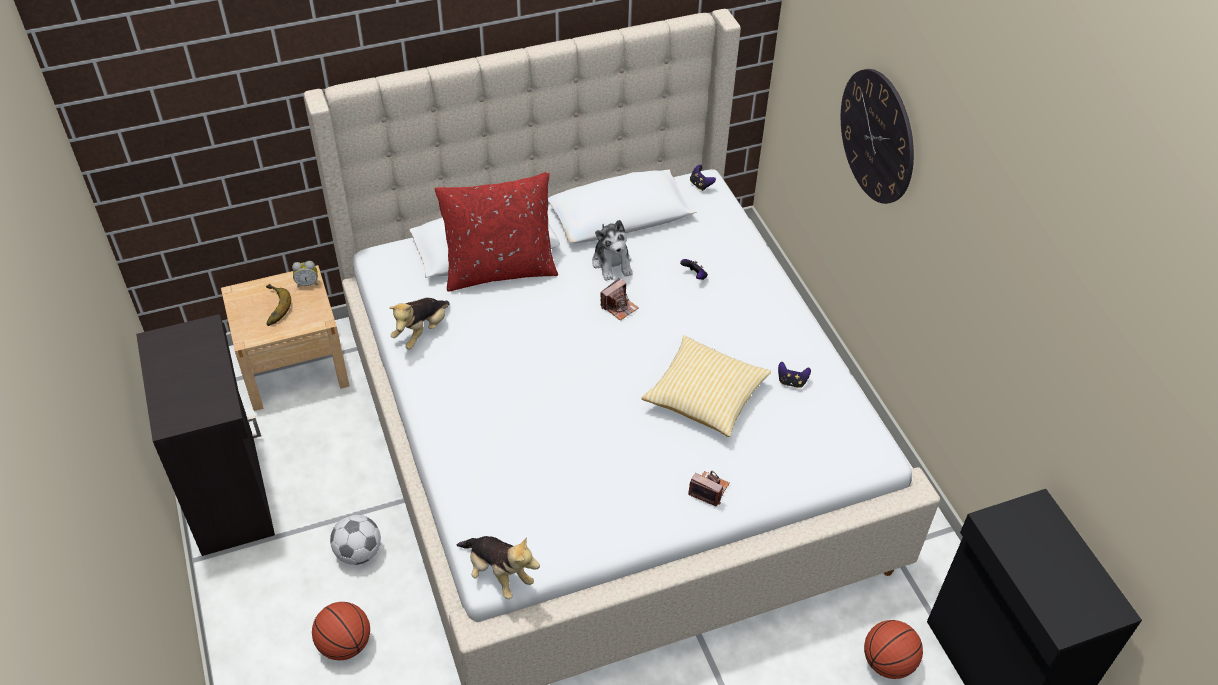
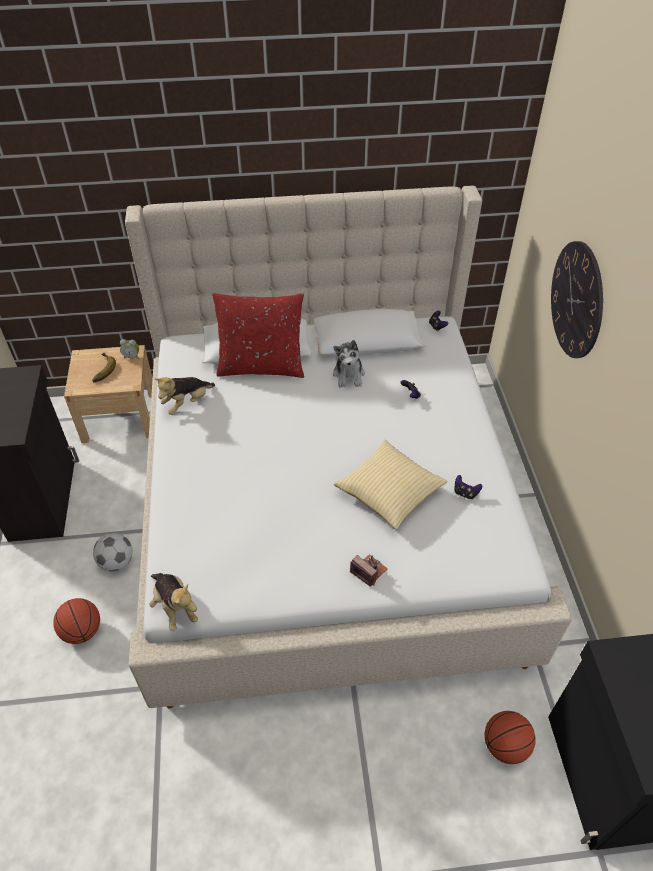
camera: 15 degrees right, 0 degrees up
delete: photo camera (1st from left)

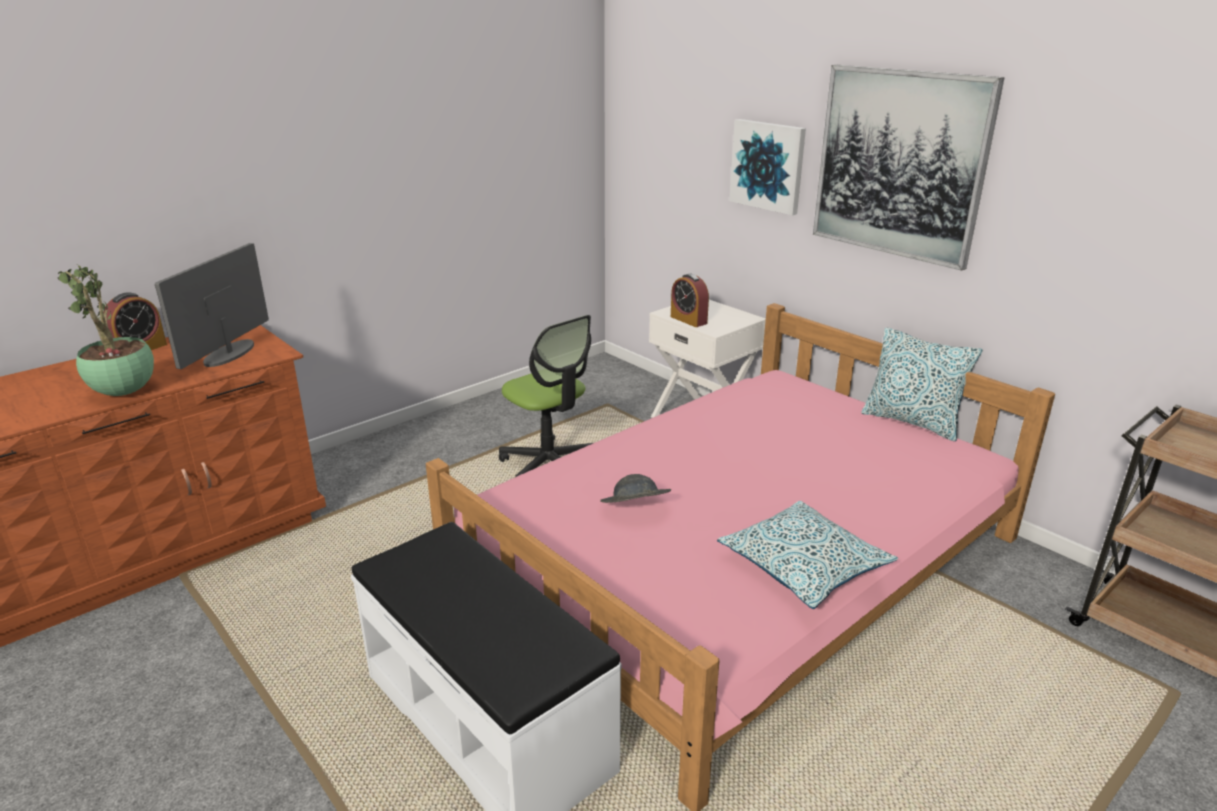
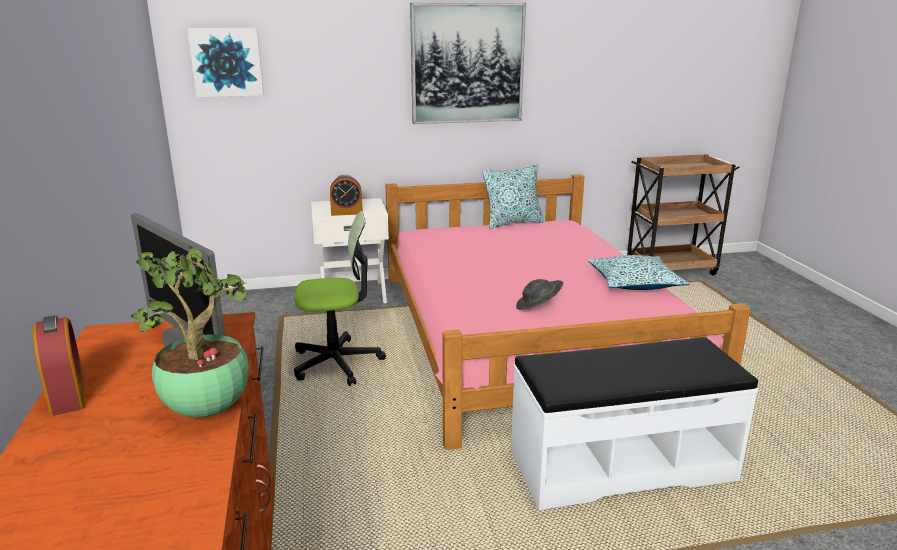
camera: 60 degrees left, 5 degrees down
move: picture (1st from left)

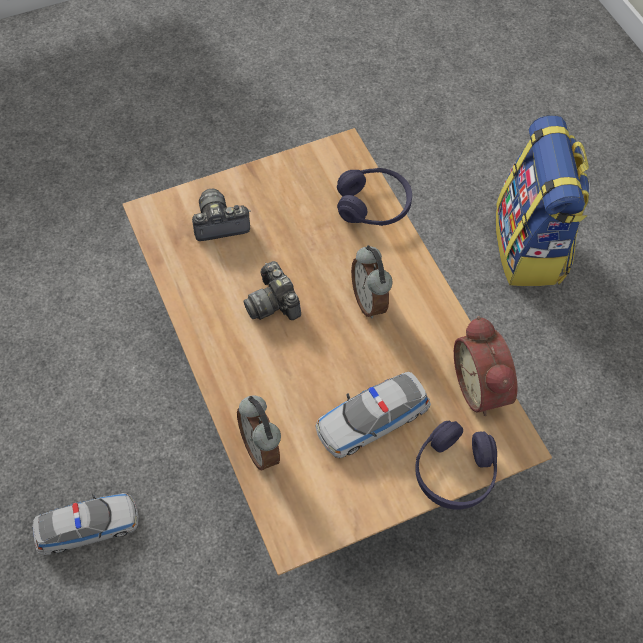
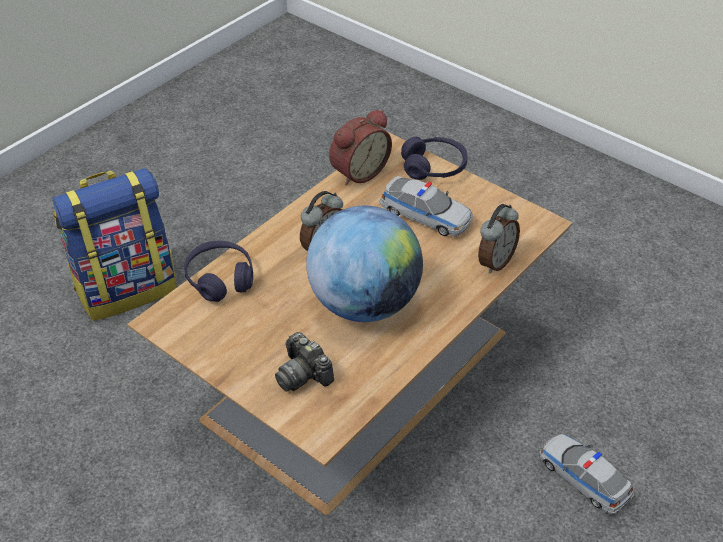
camera: 115 degrees left, 15 degrees down
replace: photo camera (2nd from left) to globe

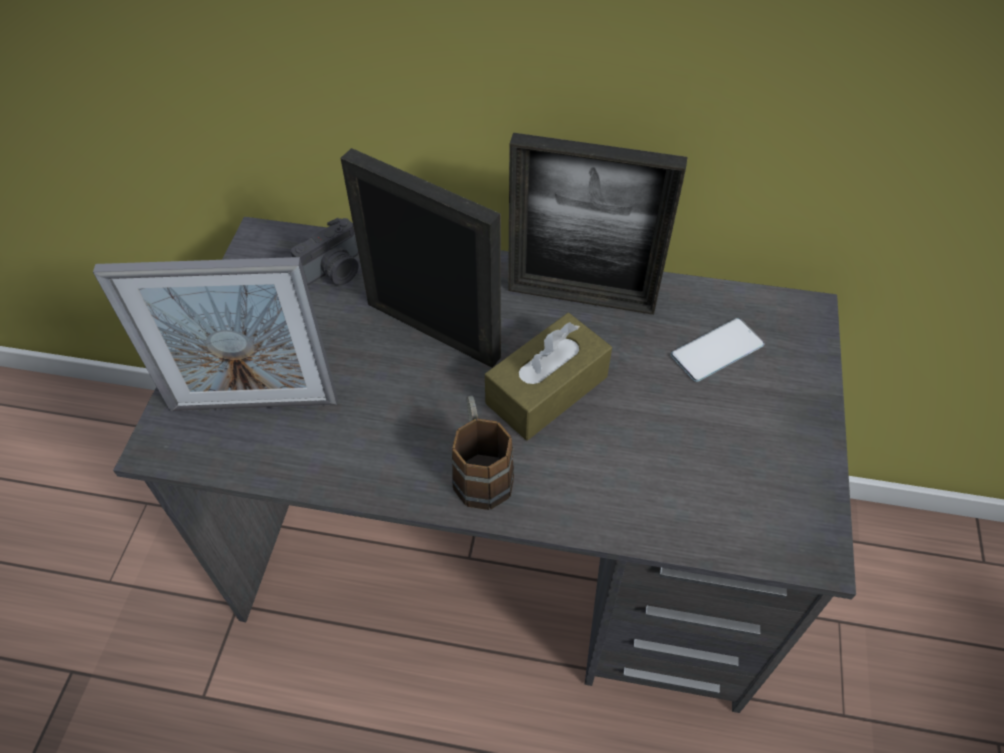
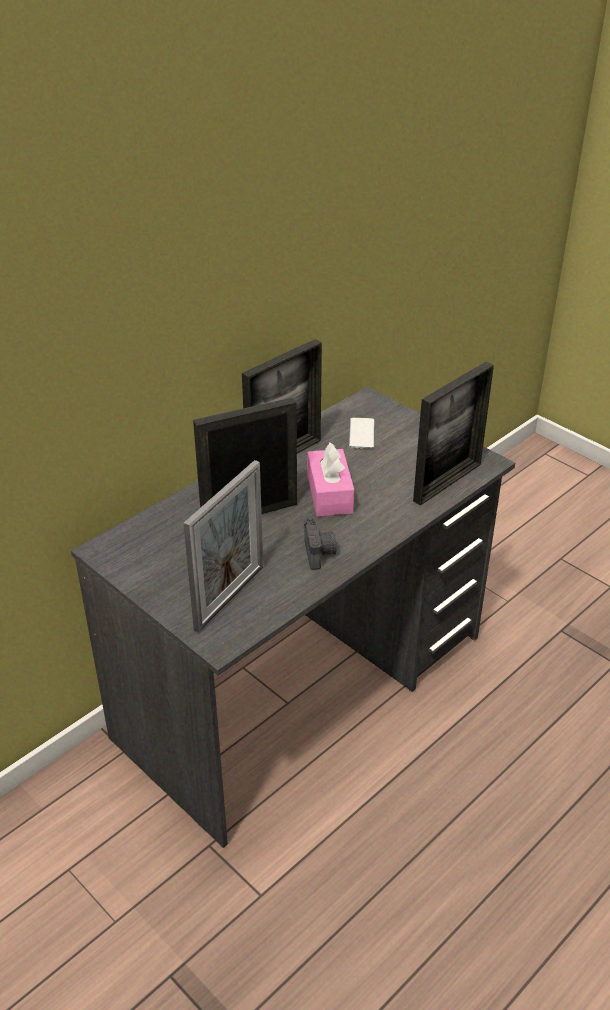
camera: 55 degrees left, 15 degrees down
delete: mug in brown
insert: picture frame (4th from left)
move: photo camera
recolor: tissue box in brown to tissue box in pink

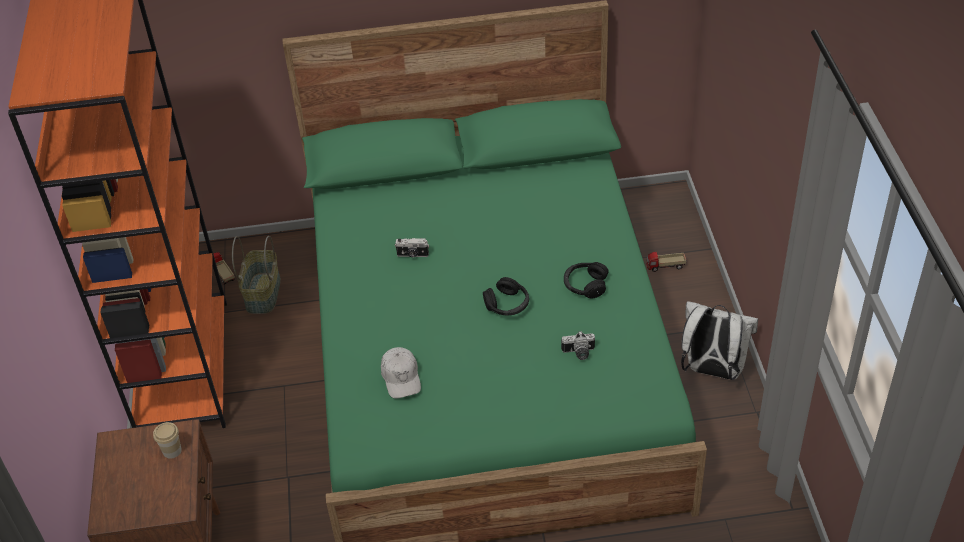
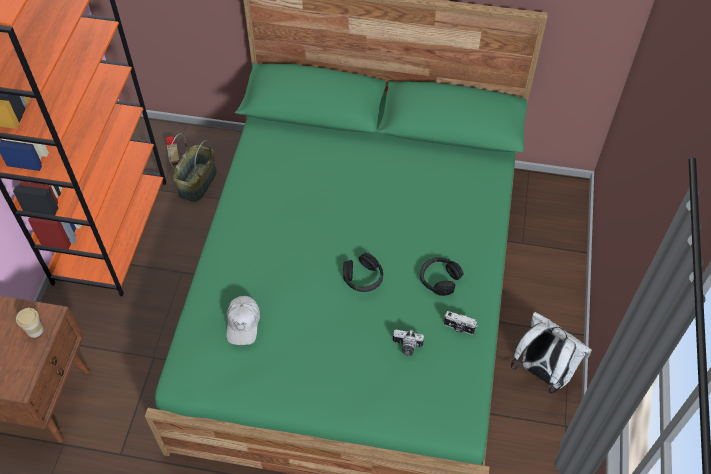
camera: 15 degrees right, 10 degrees up
delete: toy truck (2nd from left)
move: photo camera (1st from left in the first image) to photo camera (2nd from left)

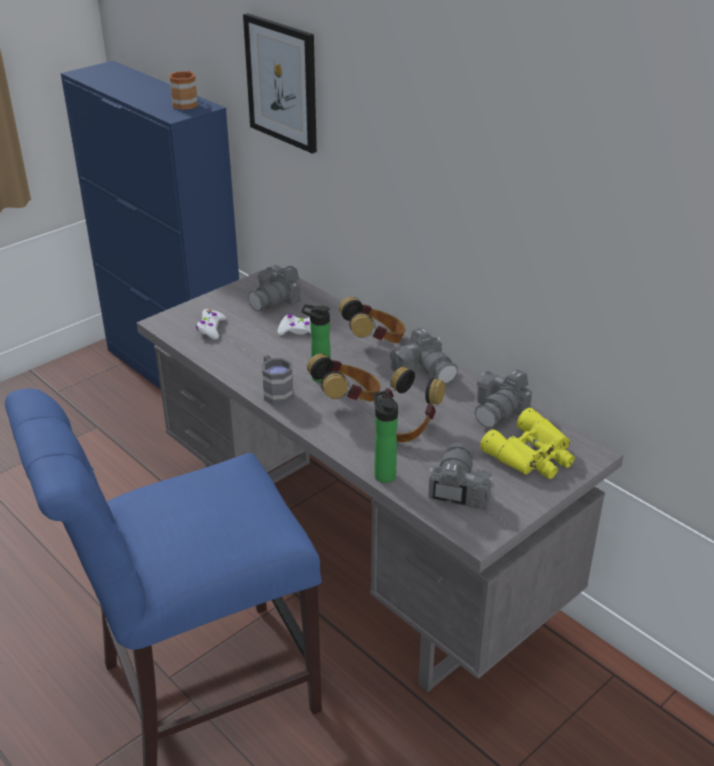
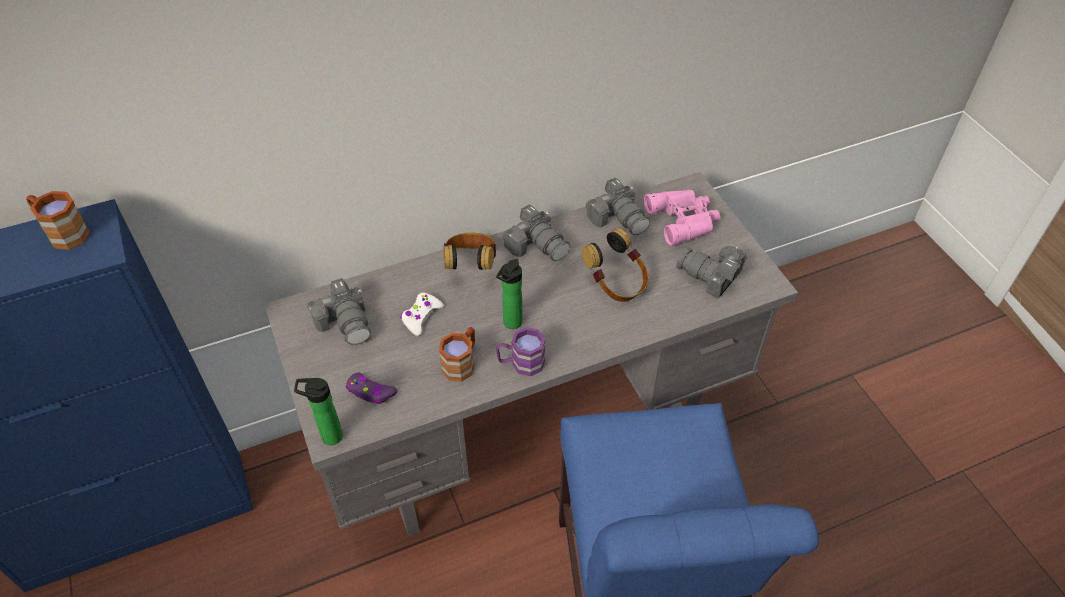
camera: 70 degrees left, 15 degrees up
delete: picture; headphones (1st from left)
insert: mug in brown (2nd from left)
move: bottle (2nd from left in the first image) to bottle (1st from left)
recolor: game controller in white (1st from left) to game controller in purple; mug in grey to mug in purple; binoculars in yellow to binoculars in pink
rotate: photo camera (2nd from left) 60 degrees clockwise

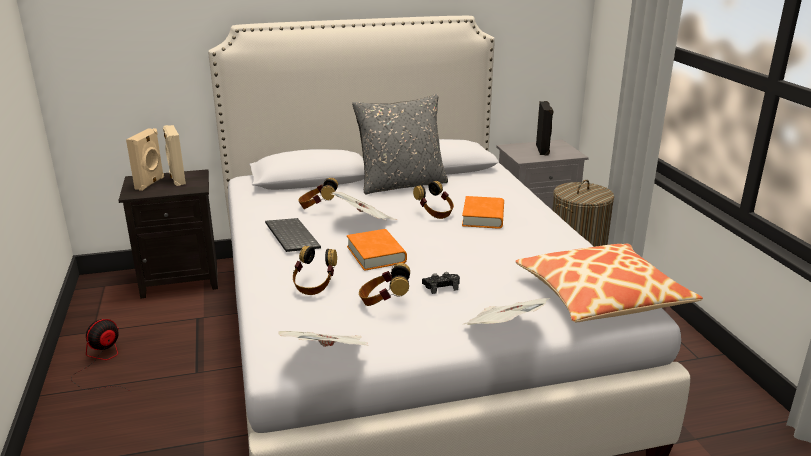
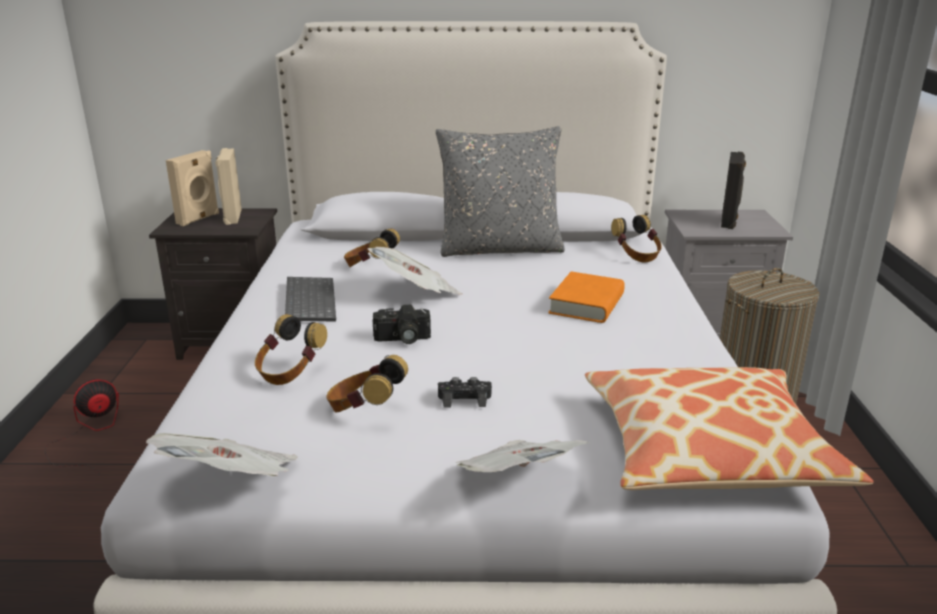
camera: 15 degrees right, 0 degrees up
move: headphones (4th from left)
replace: book in orange (1st from left) to photo camera

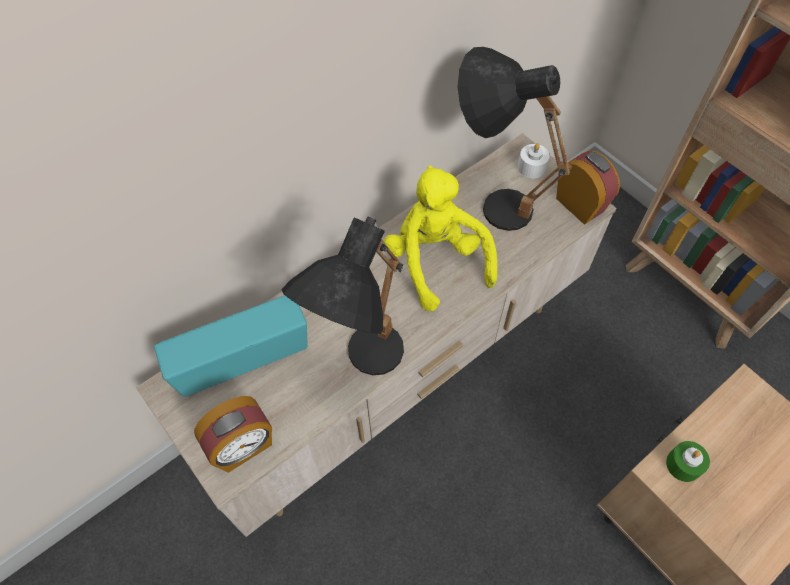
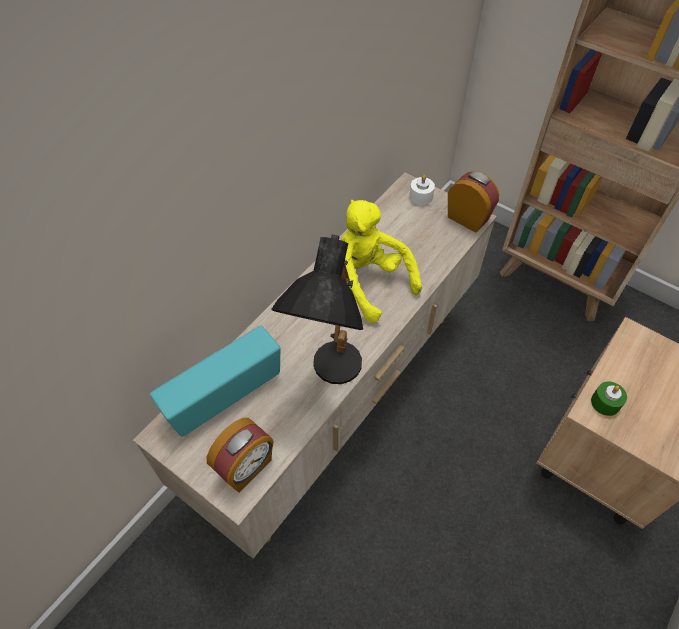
camera: 15 degrees left, 5 degrees down
delete: table lamp in black (2nd from left)

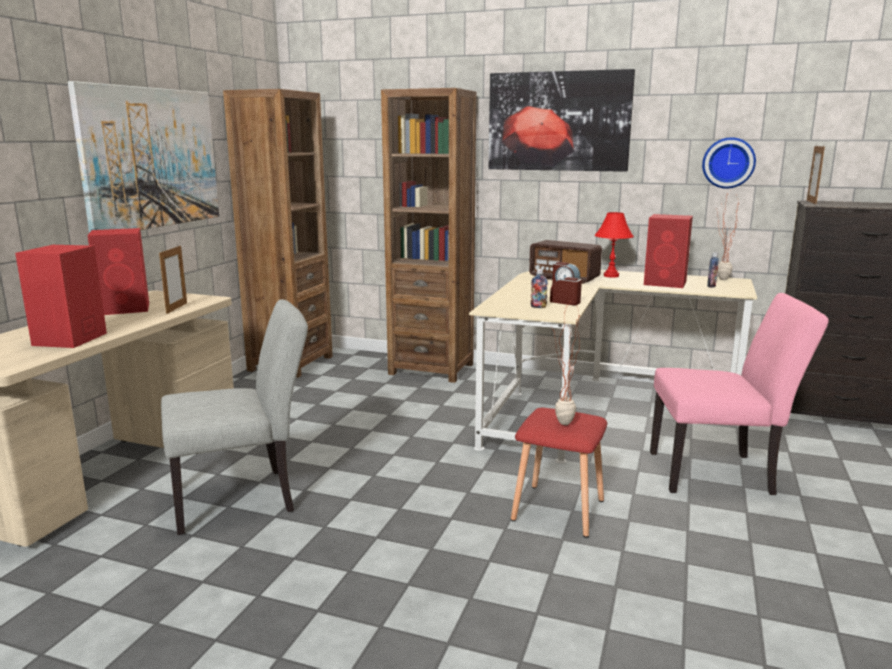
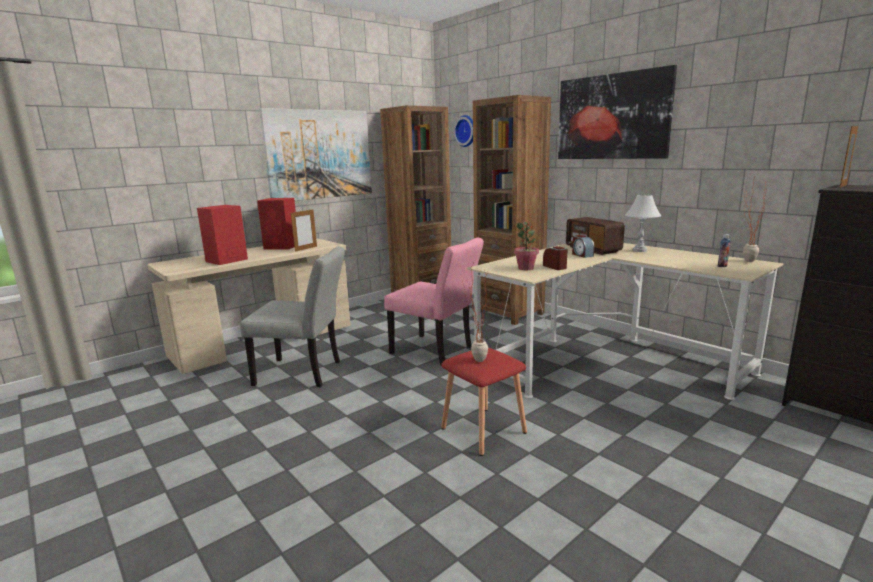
camera: 30 degrees right, 0 degrees up
delete: speaker in red (3rd from left)
move: wall clock; chair in pink
replace: bottle (1st from left) to potted plant (2nd from left)
recolor: table lamp in red to table lamp in white

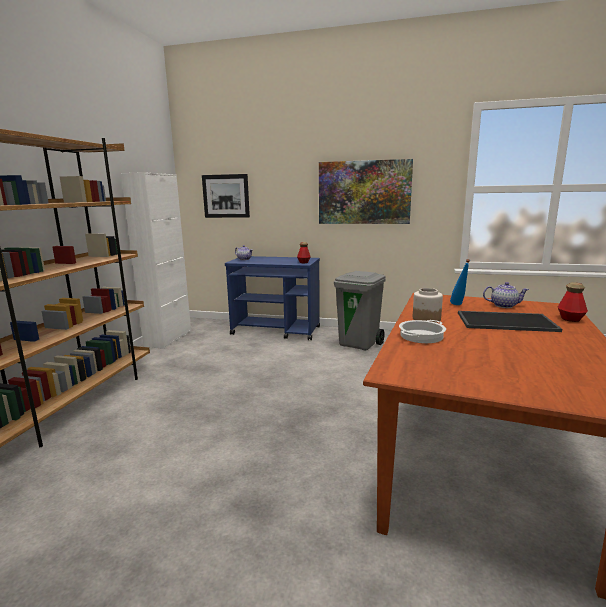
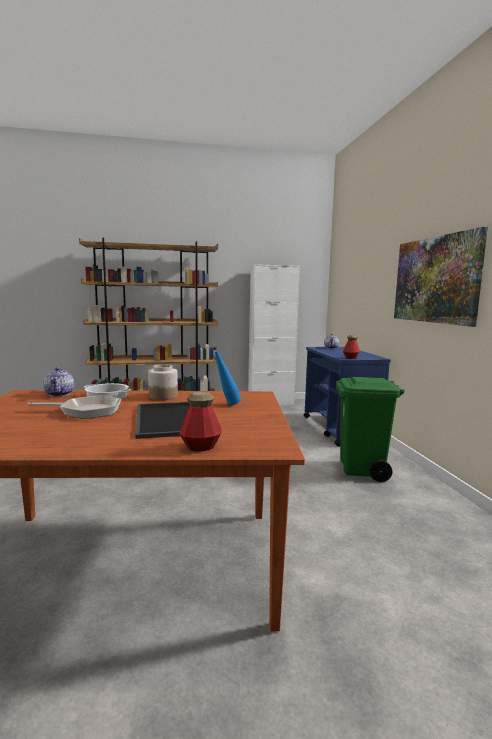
camera: 65 degrees right, 5 degrees down
delete: picture (1st from left)
insert: frying pan
move: teapot (2nd from left in the first image) to teapot (1st from left)
recolor: trash can in grey to trash can in green

